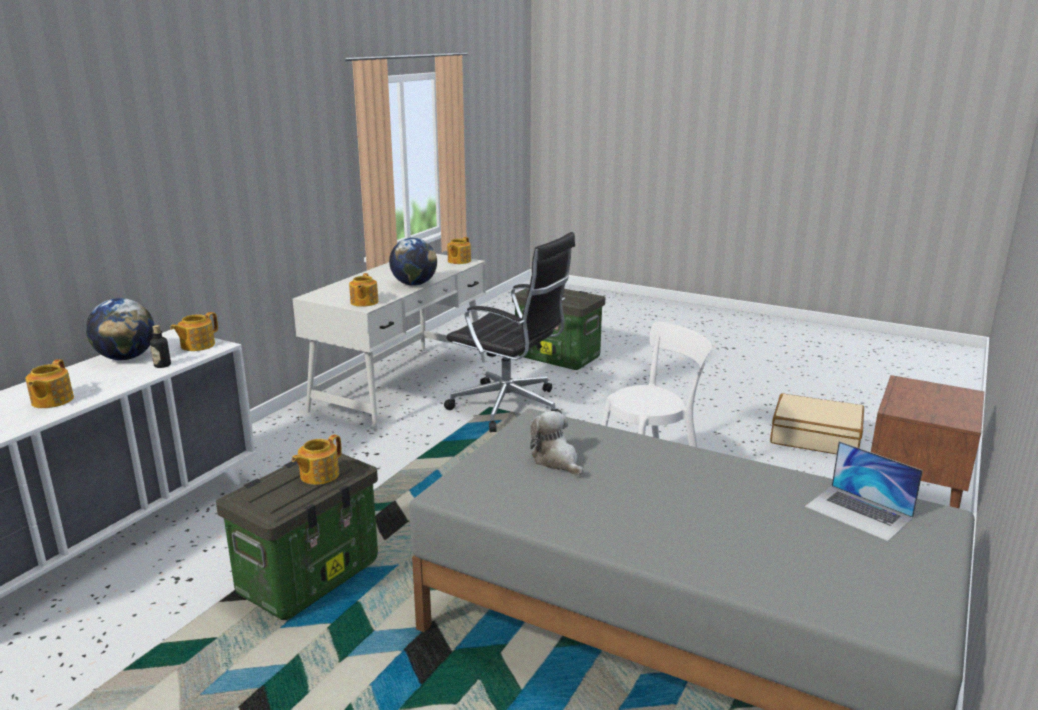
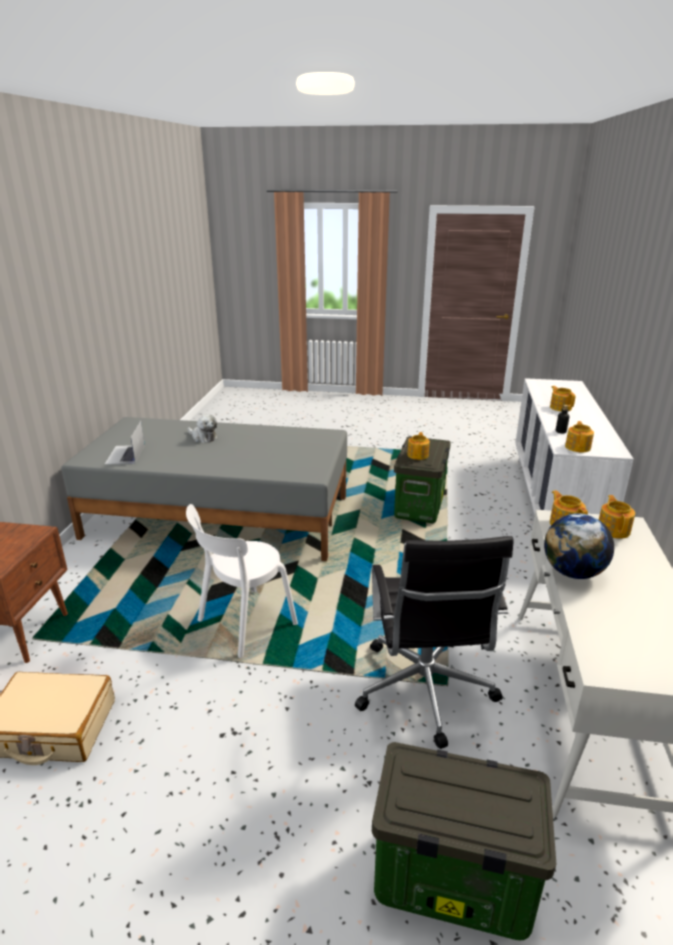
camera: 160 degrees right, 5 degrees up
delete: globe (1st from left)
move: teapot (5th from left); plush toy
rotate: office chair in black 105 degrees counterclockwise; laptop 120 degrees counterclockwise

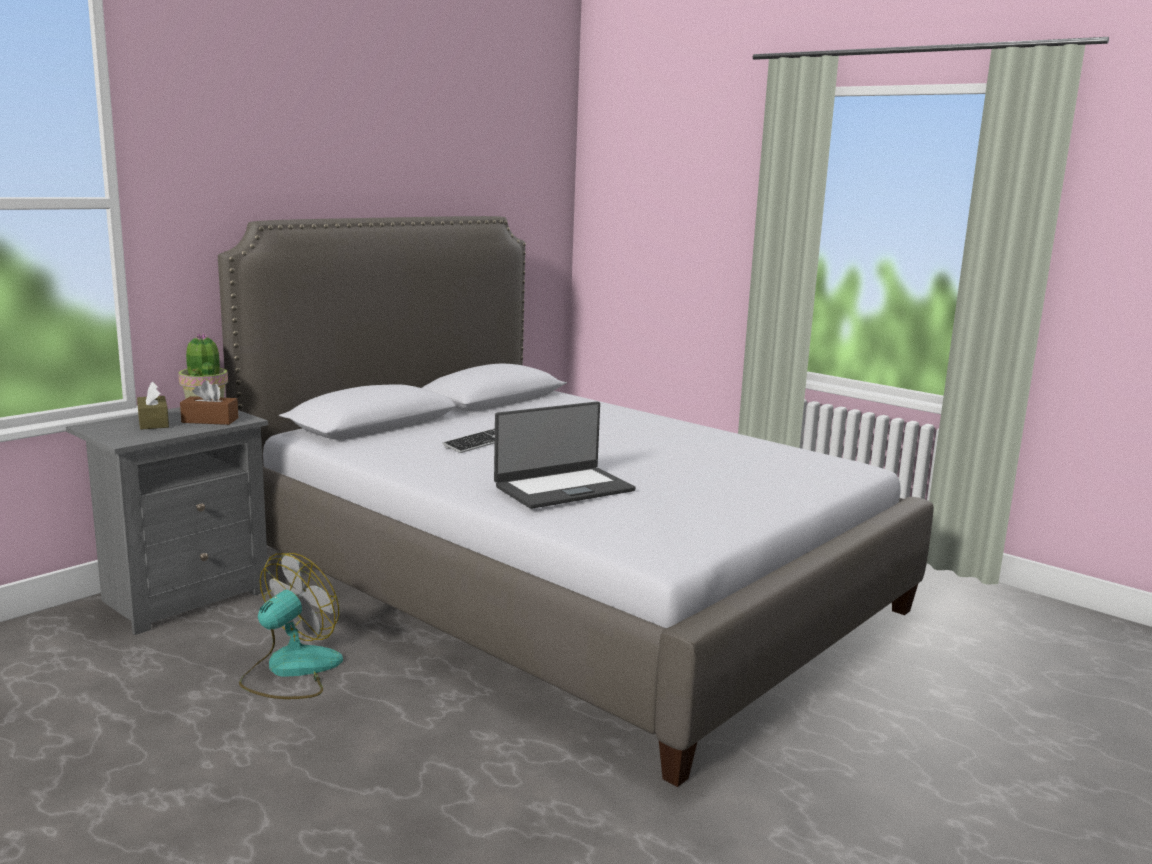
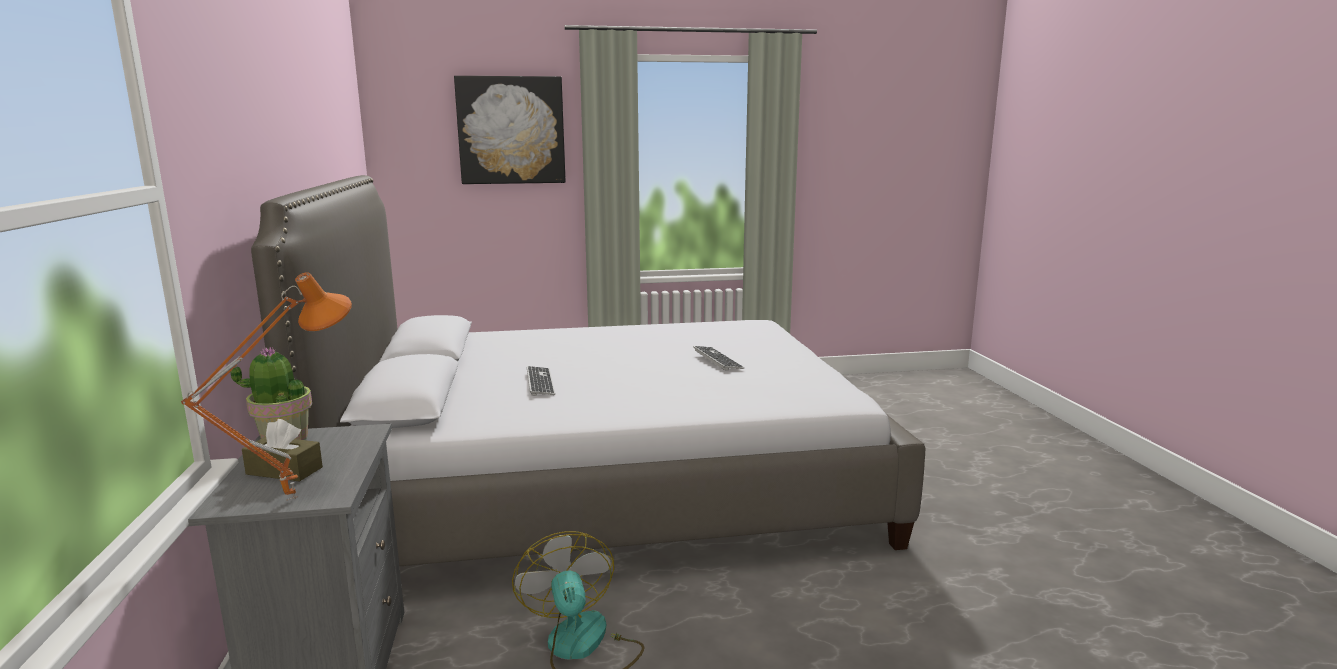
camera: 50 degrees left, 0 degrees up
delete: tissue box in brown (2nd from left); laptop
insert: picture; table lamp in orange; keyboard (2nd from left)

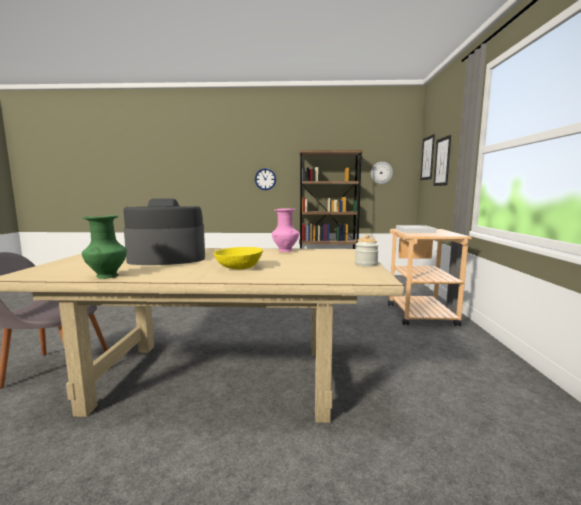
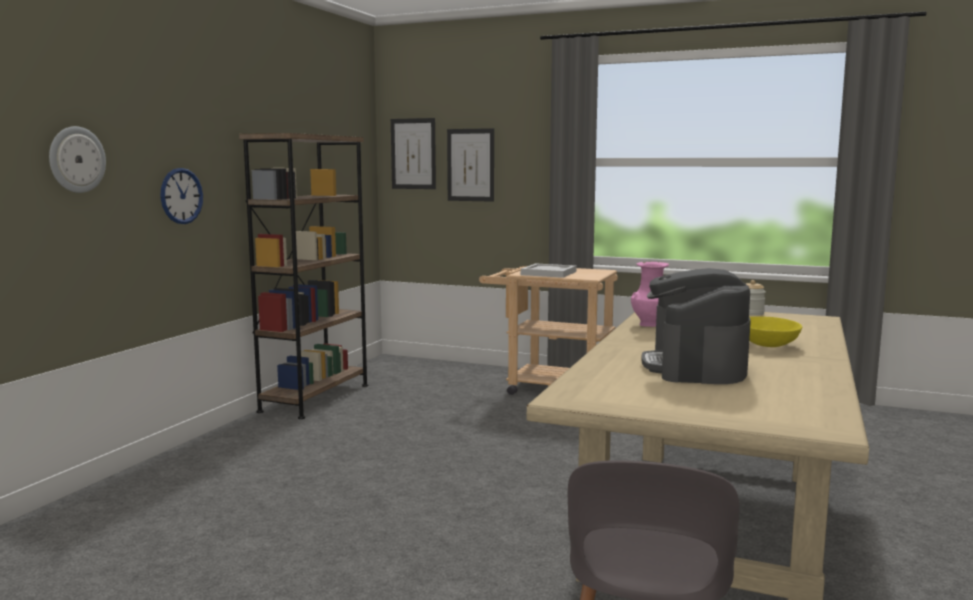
camera: 70 degrees left, 0 degrees up
delete: vase in green
move: wall clock (2nd from left in the first image) to wall clock (1st from left)

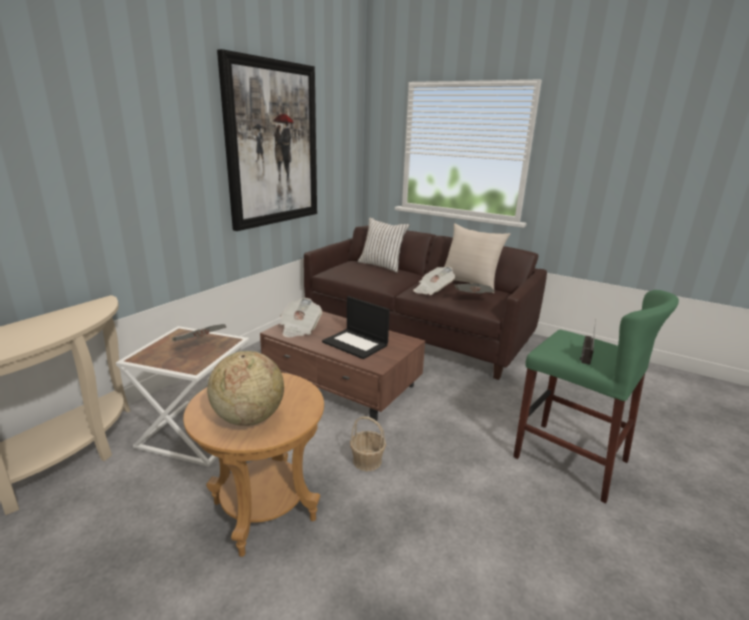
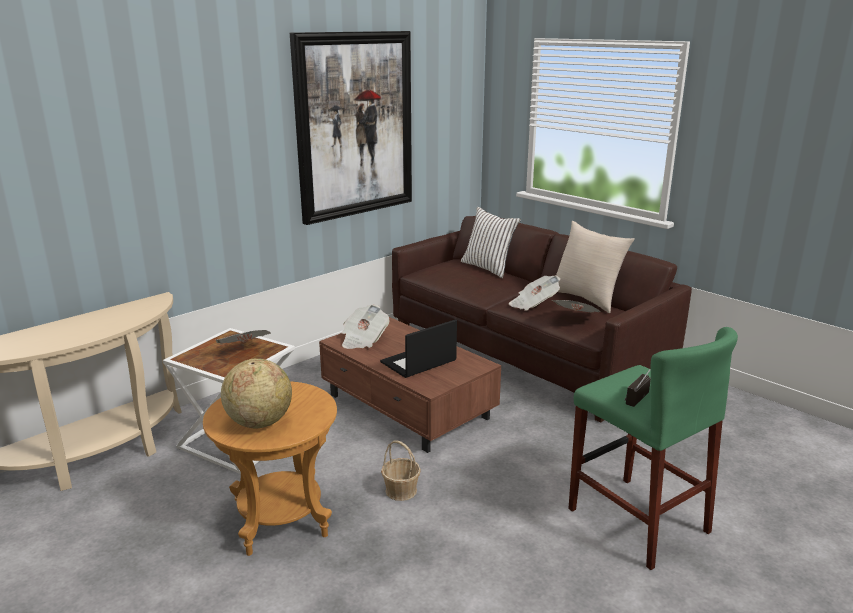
camera: 15 degrees right, 0 degrees up
rotate: laptop 90 degrees clockwise

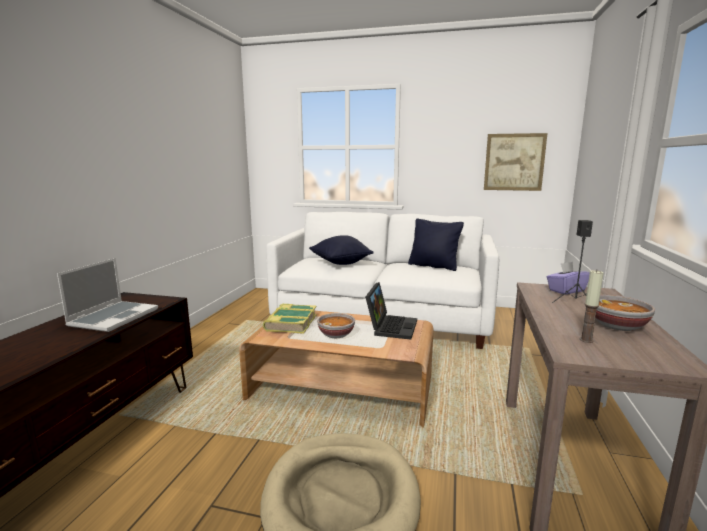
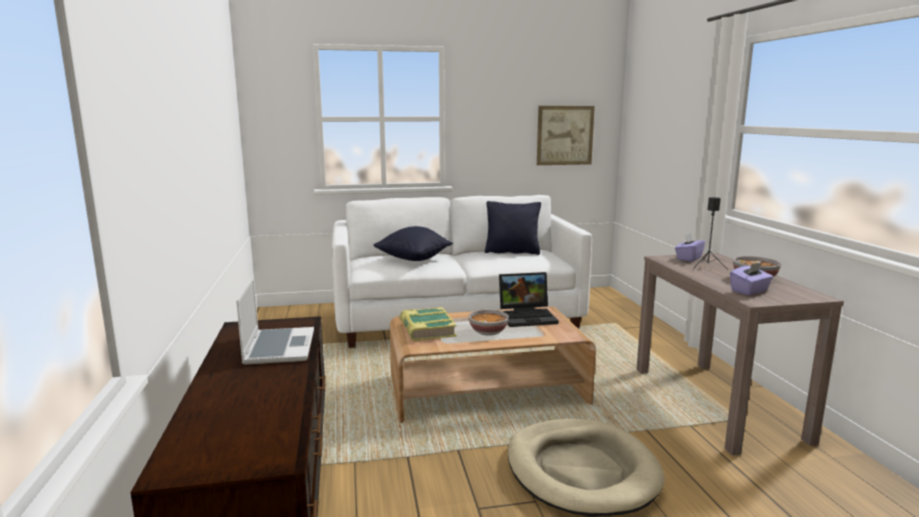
camera: 25 degrees left, 0 degrees up
replace: candle to tissue box in purple (2nd from left)
rotate: laptop (2nd from left) 90 degrees clockwise

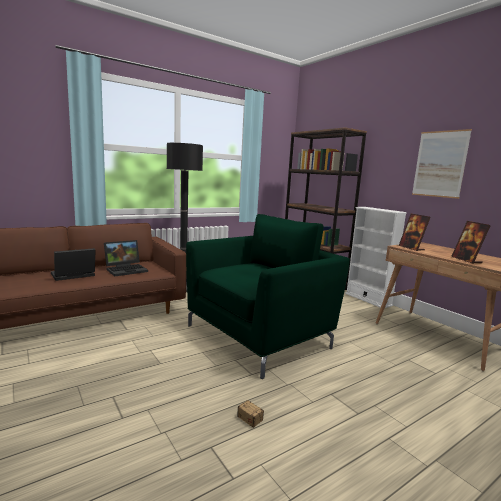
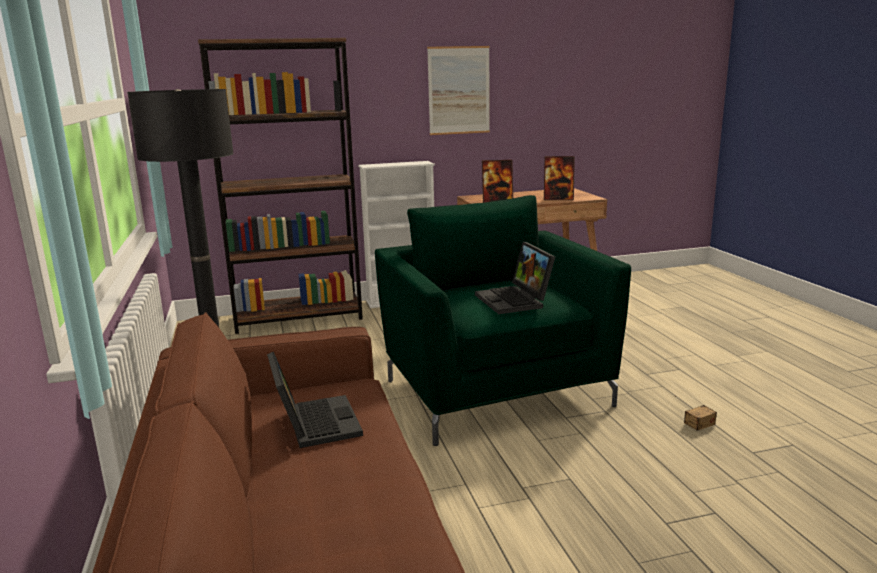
camera: 70 degrees left, 5 degrees up
move: laptop (1st from left in the first image) to laptop (2nd from left)

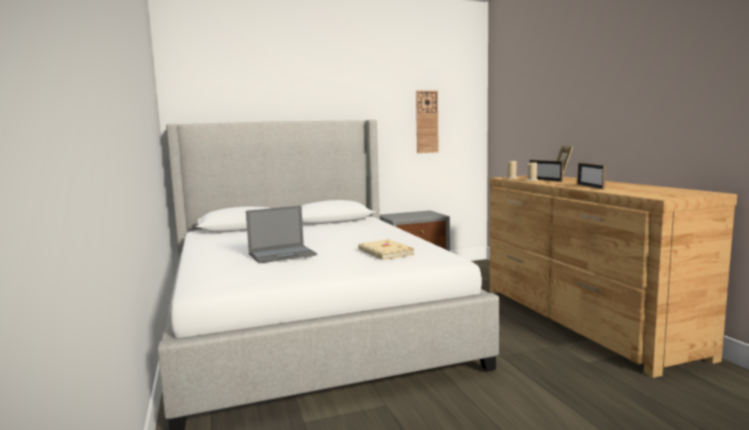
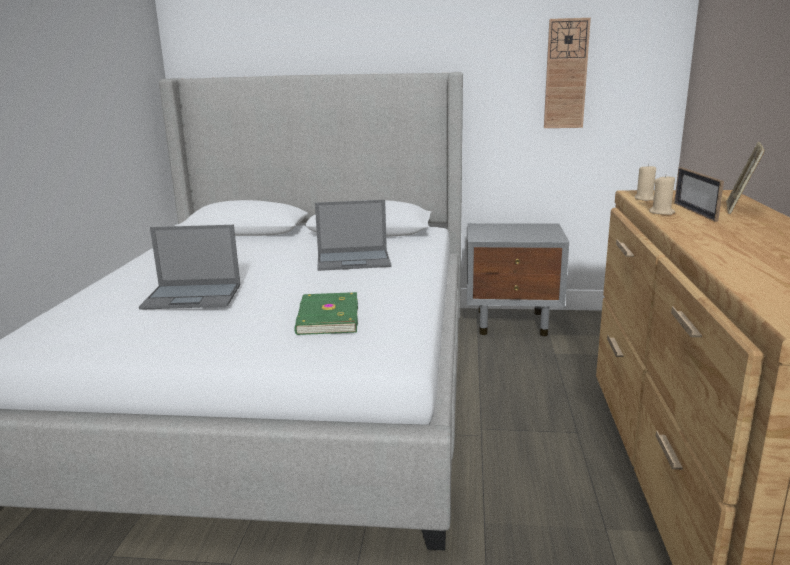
camera: 25 degrees right, 10 degrees up
delete: picture frame (3rd from left)
insert: laptop (2nd from left)
recolor: book in beige to book in green

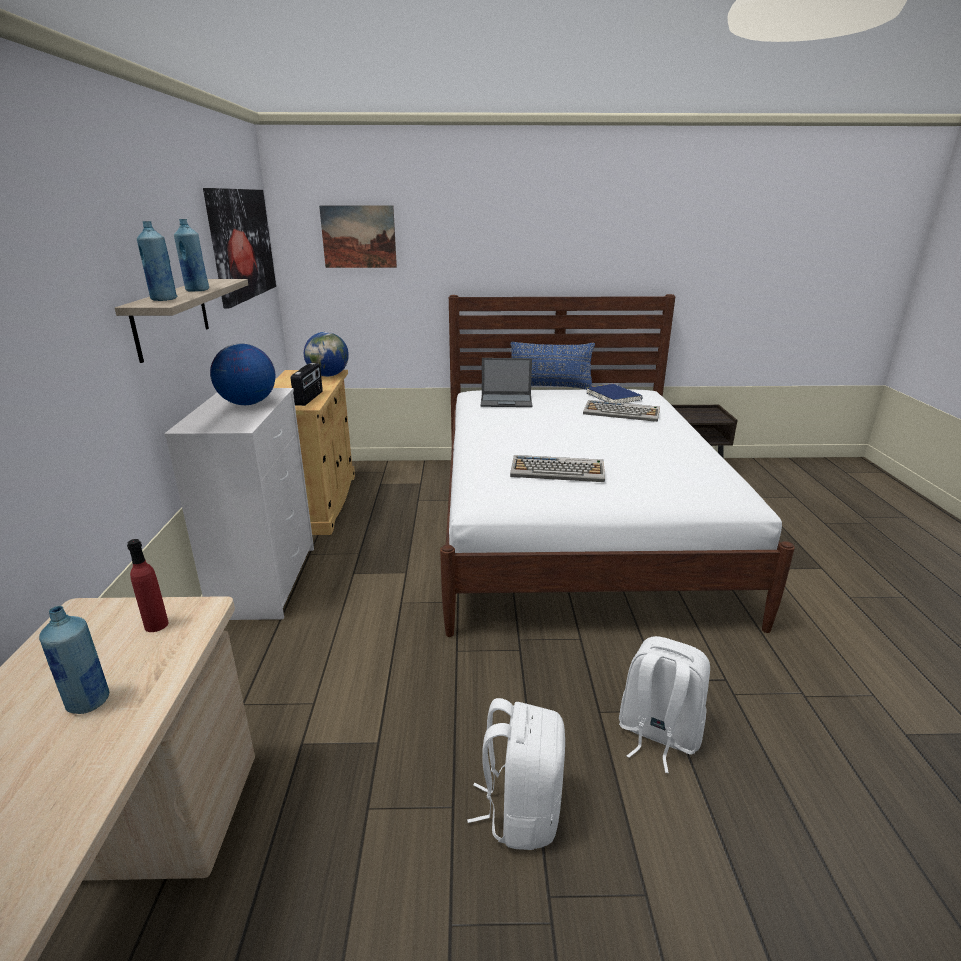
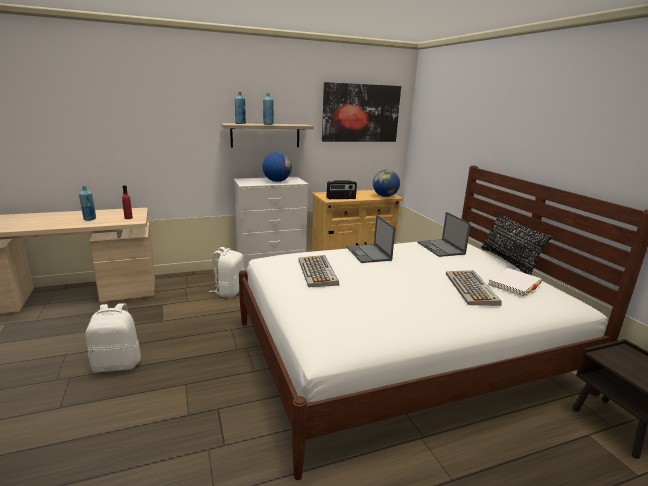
camera: 70 degrees right, 5 degrees down
delete: picture (2nd from left)
insert: laptop (1st from left)
move: backpack in white (2nd from left)
recolor: pillow in blue to pillow in black; book in blue to book in white

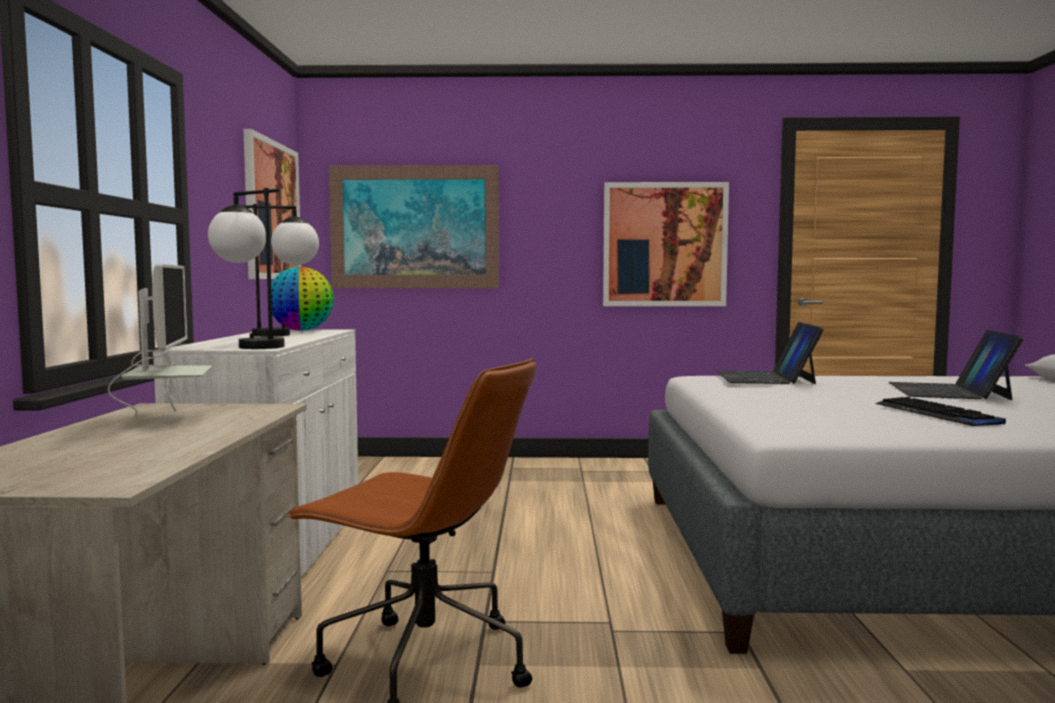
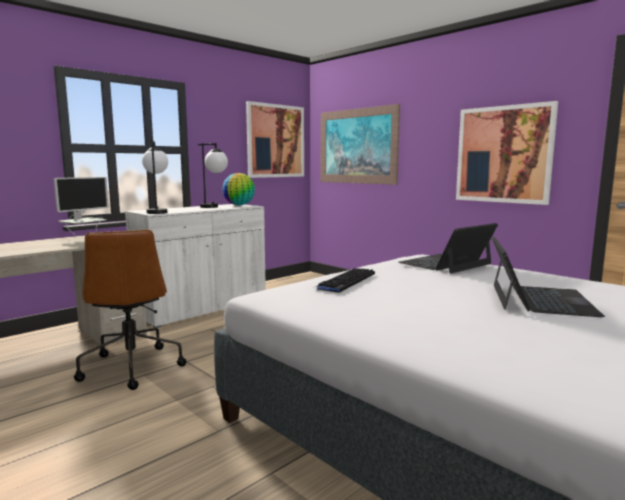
camera: 45 degrees right, 5 degrees up
move: keyboard
rotate: laptop (2nd from left) 135 degrees clockwise

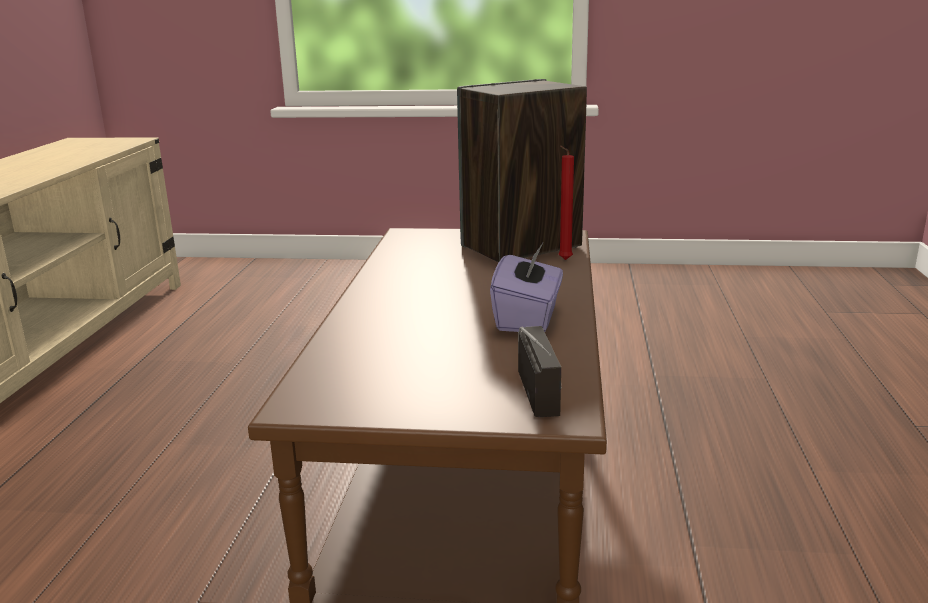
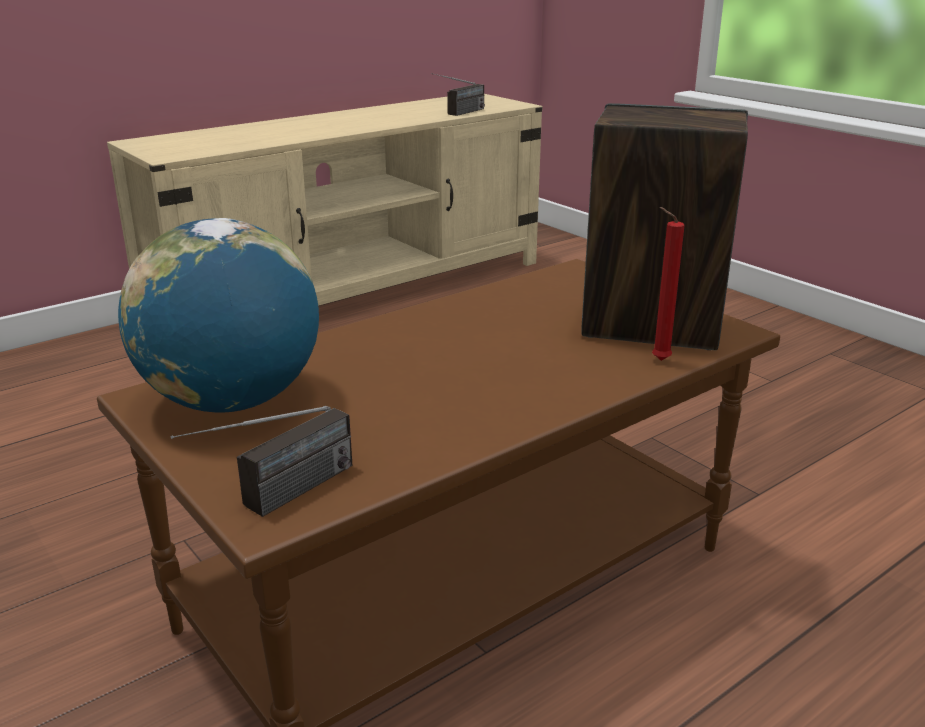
camera: 45 degrees right, 5 degrees up
delete: tissue box in purple
insert: radio (2nd from left); globe

